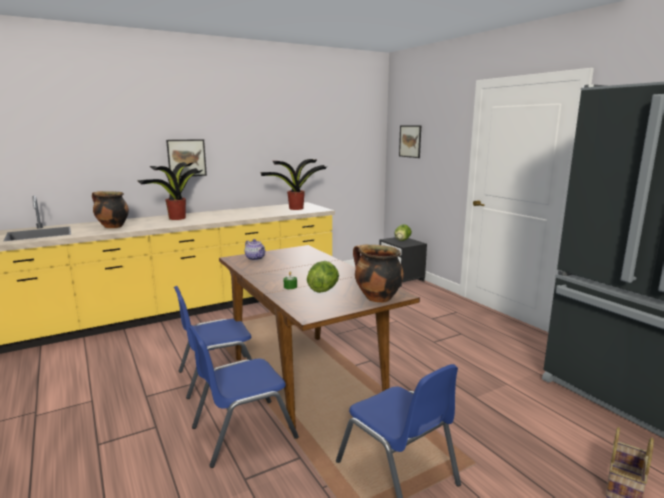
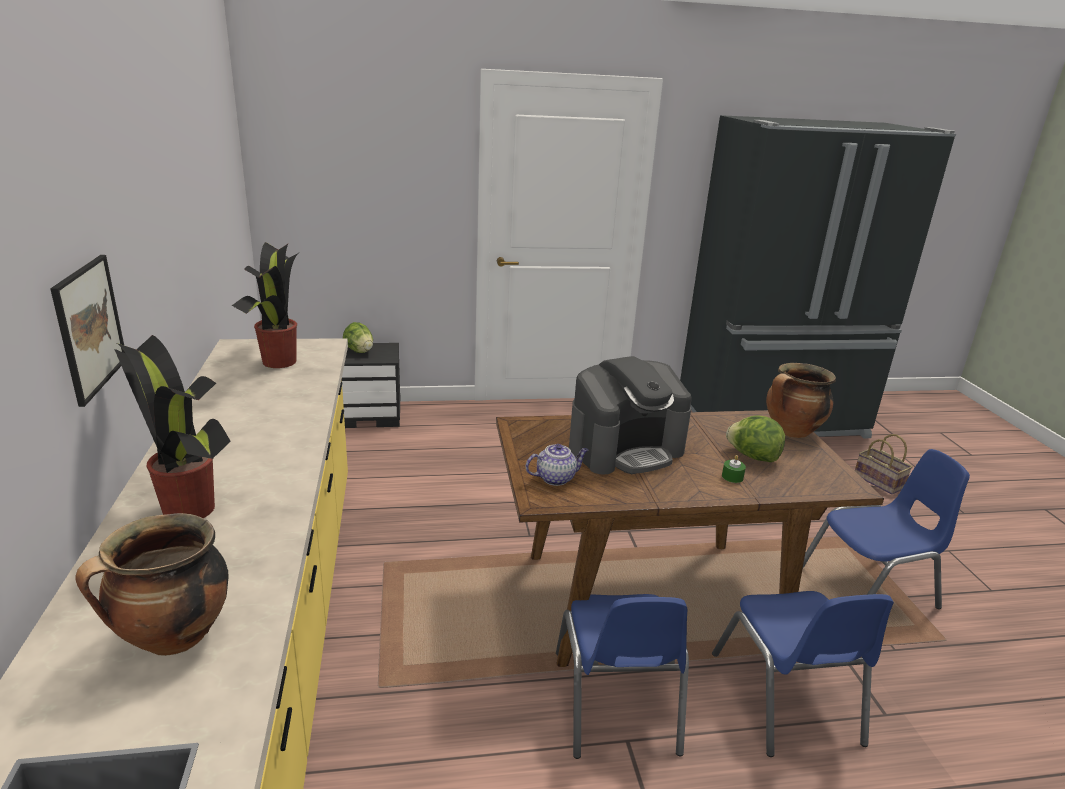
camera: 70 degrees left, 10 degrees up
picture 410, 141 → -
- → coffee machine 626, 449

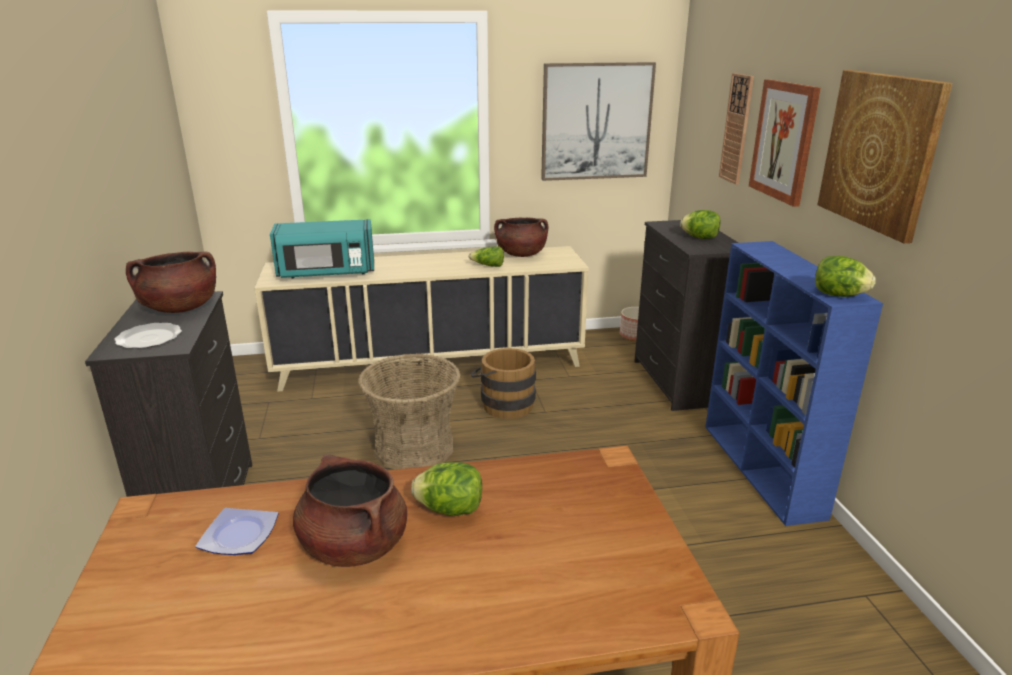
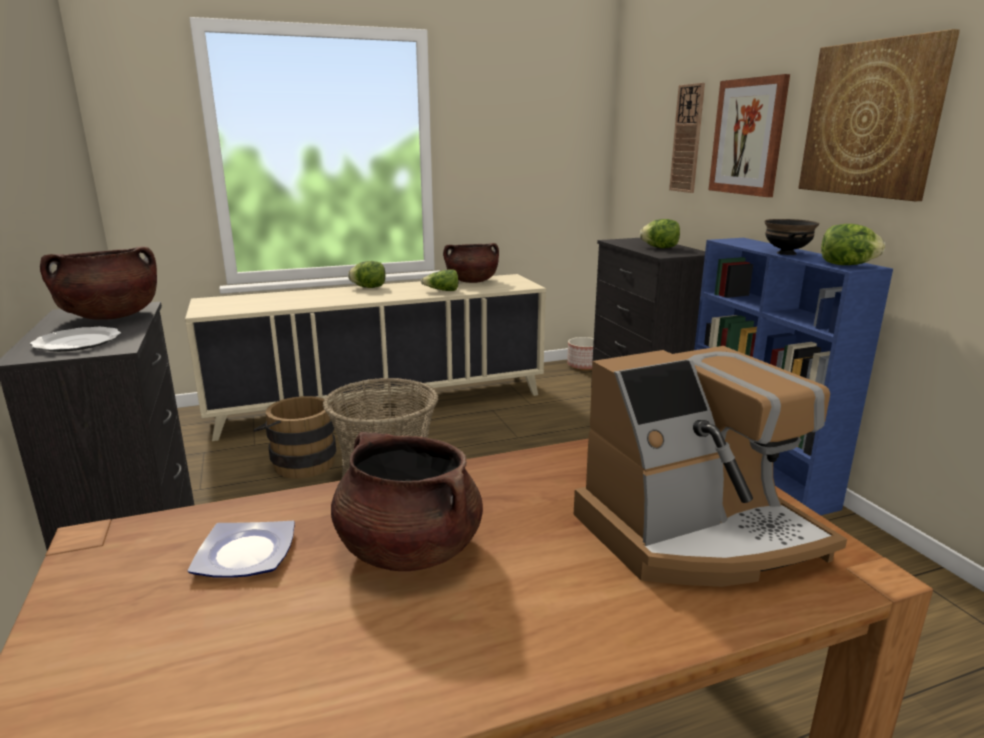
camera: 10 degrees left, 5 degrees down
turquoise-coloured microwave 326, 273 → -
lettuce head 450, 509 → lettuce head 369, 287, move
brown-coloured bucket 503, 404 → brown-coloured bucket 299, 462, move
picture 596, 122 → -
- → coffee machine 697, 533
- → black-coloured bowl 787, 253

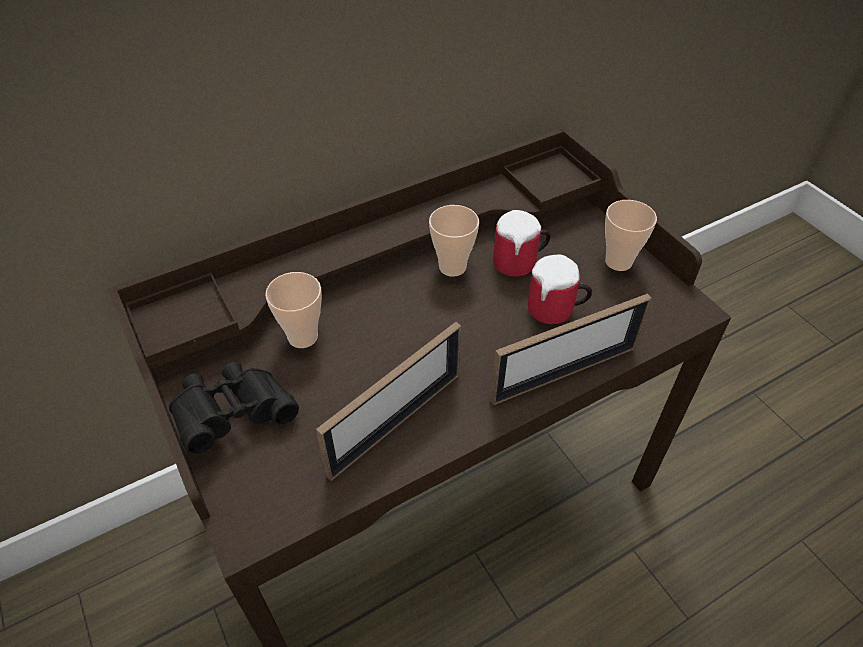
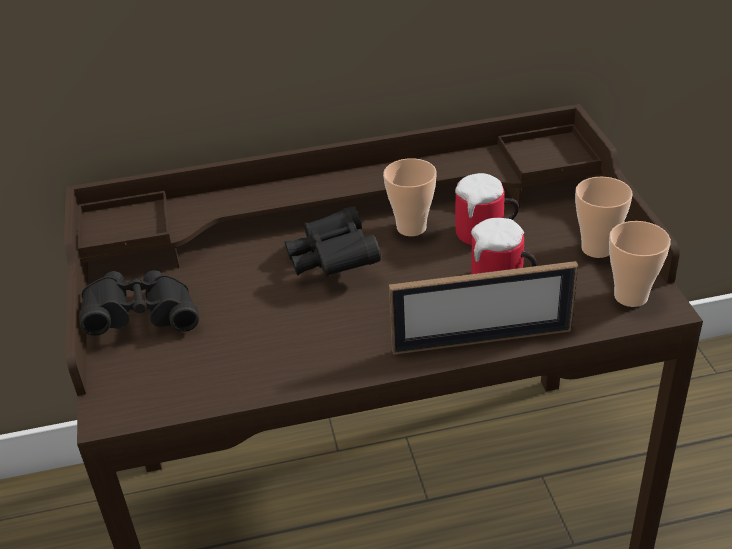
camera: 20 degrees right, 10 degrees down
small cup 303, 337 → small cup 631, 296, move
picture frame 396, 423 → -
- → black-coloured field glasses 333, 261

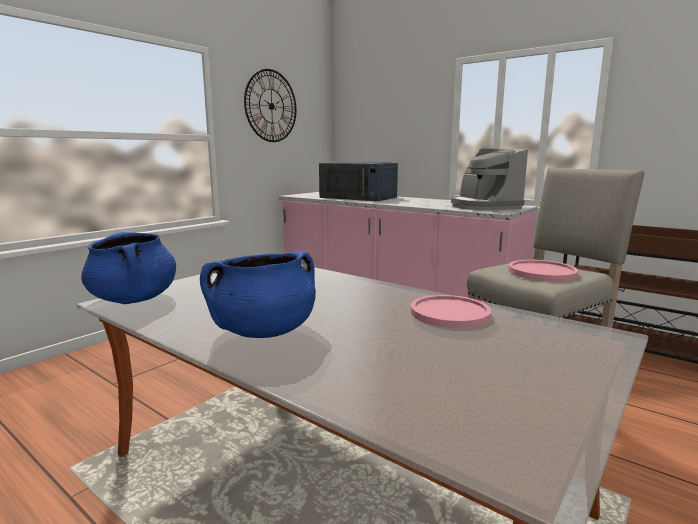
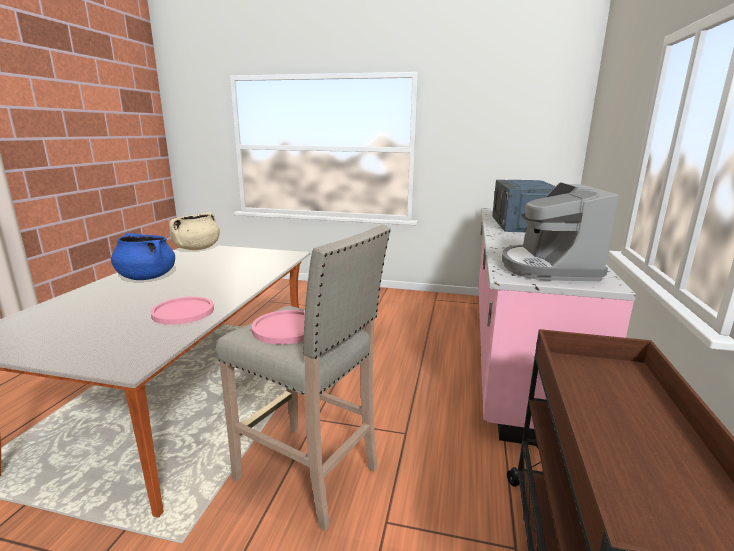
camera: 65 degrees right, 5 degrees up
bluish stockpot 134, 299 → sand-coloured stockpot 197, 248
clock on the wall 271, 106 → -
coffee machine 483, 206 → coffee machine 548, 268, 45 degrees counterclockwise

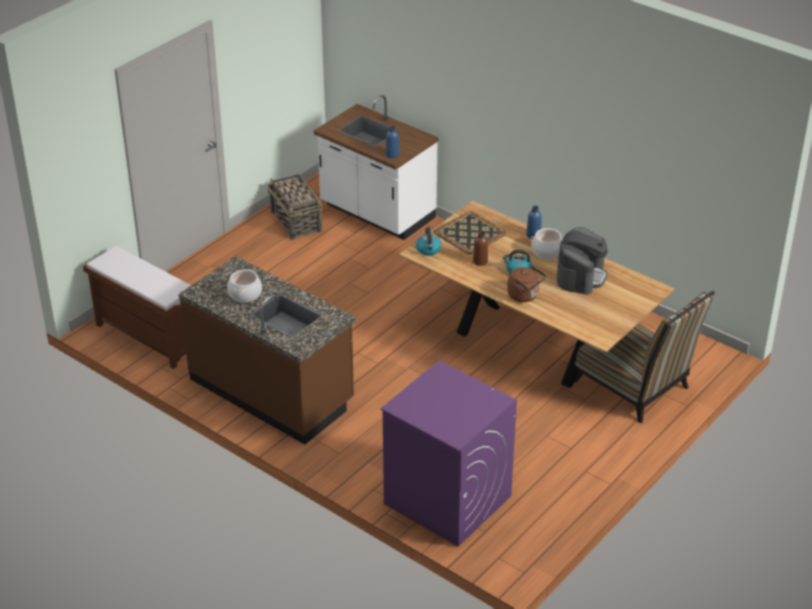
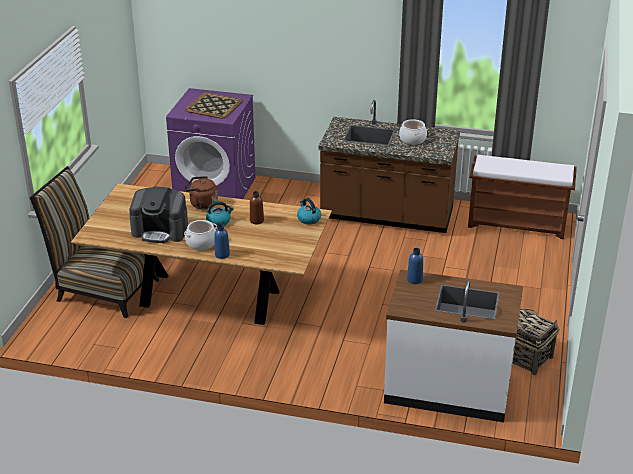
camera: 155 degrees right, 5 degrees down
tray 469, 233 → tray 214, 106, move
coffee machine 581, 276 → coffee machine 160, 231, 75 degrees counterclockwise

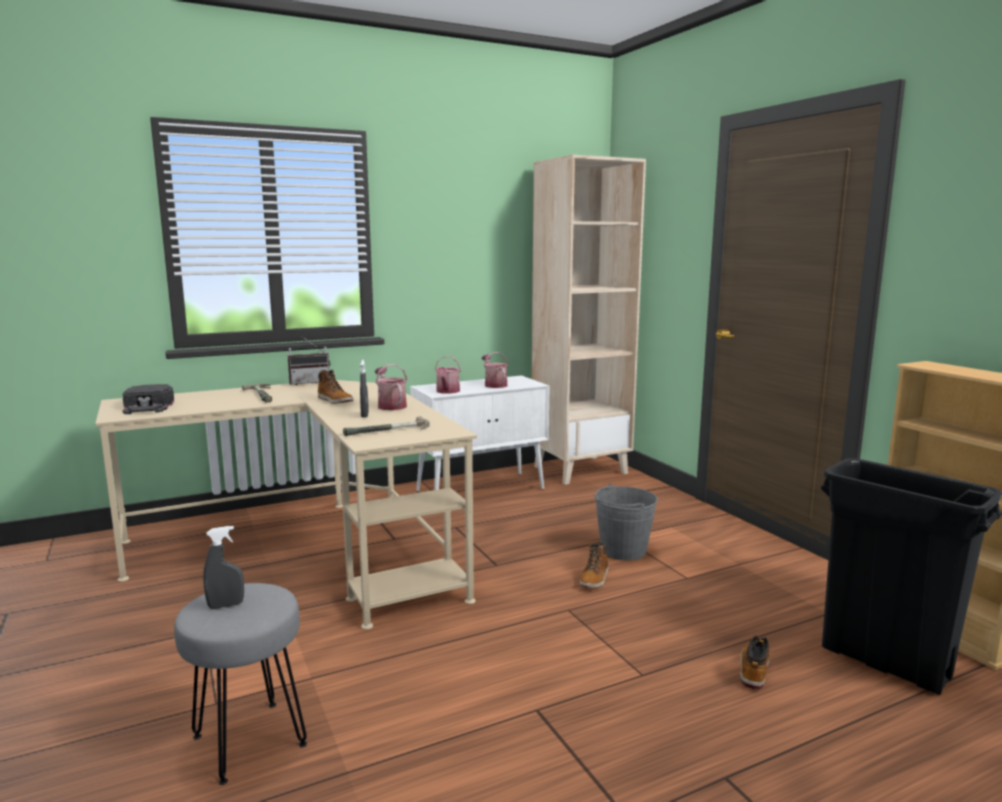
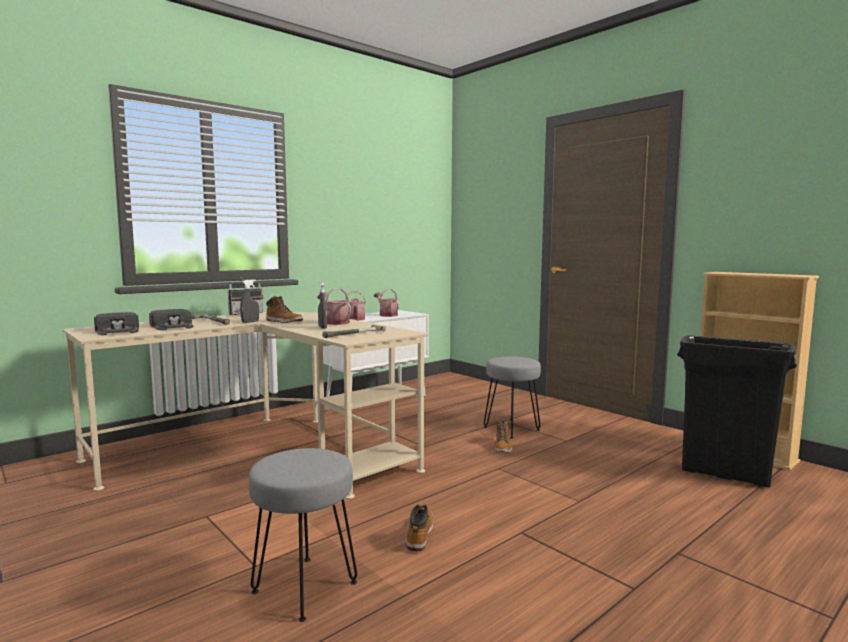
camera: 15 degrees left, 5 degrees down
greyish spray bottle 226, 605 → greyish spray bottle 250, 322, move
sand-coloured bookcase 580, 469 → -
greyish bucket 623, 550 → greyish stool seat 510, 428
boot 753, 668 → boot 419, 534, move
- → black-coloured cap 172, 326

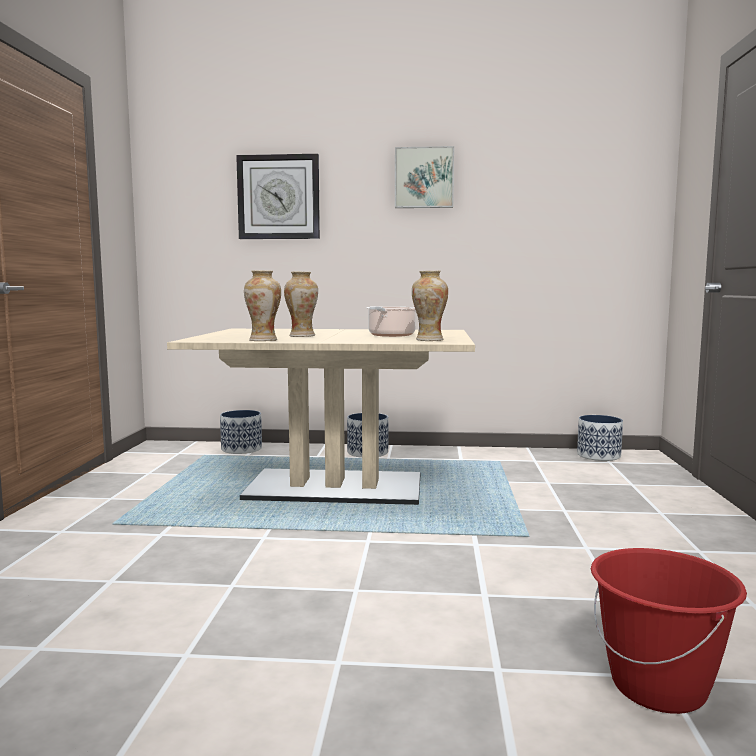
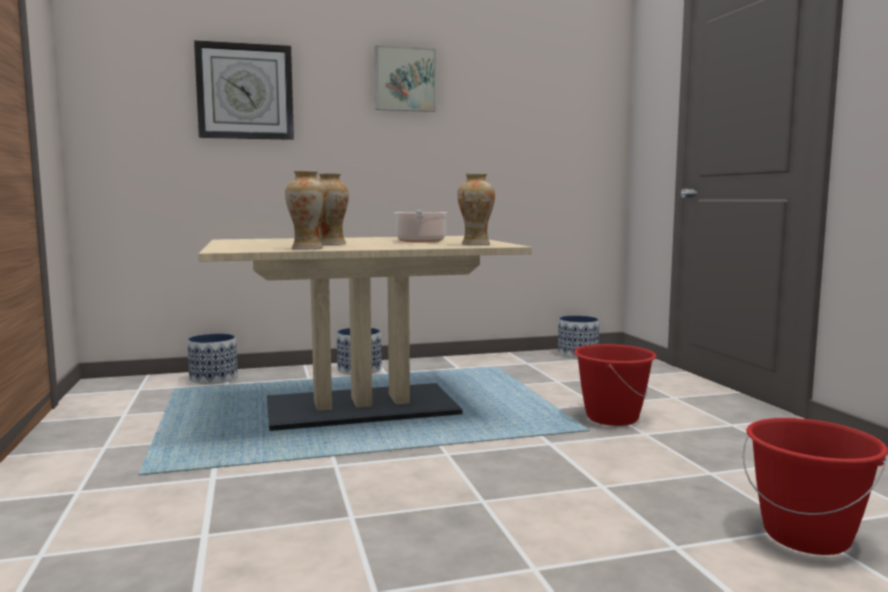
camera: 20 degrees left, 0 degrees up
- → reddish bucket 611, 418

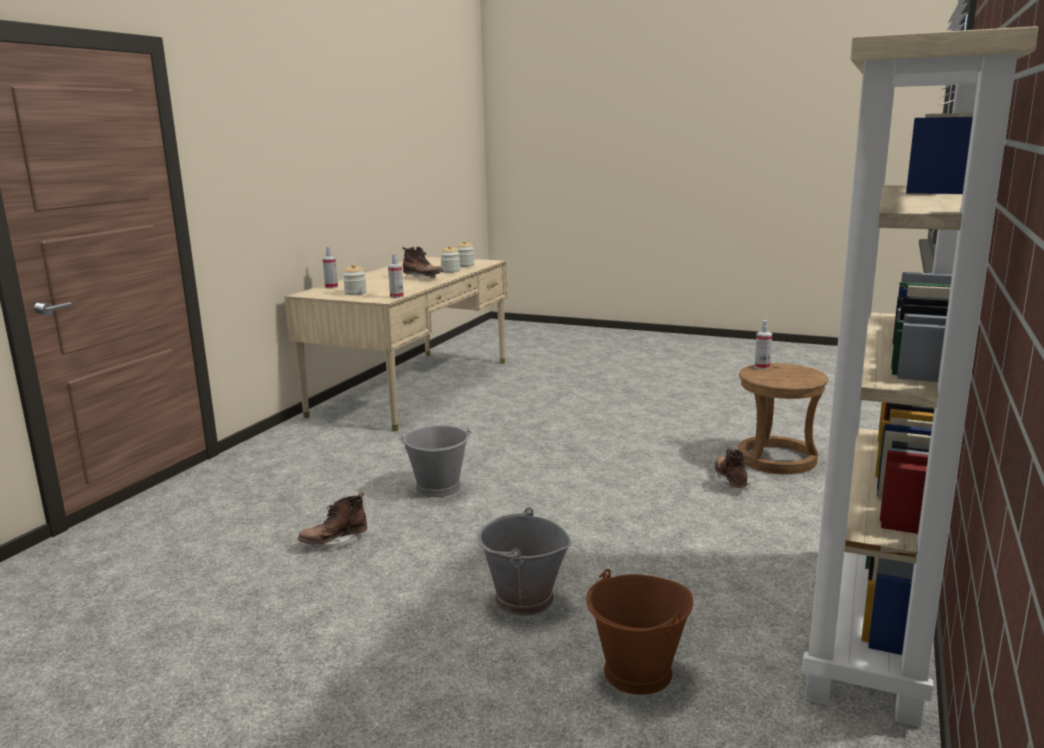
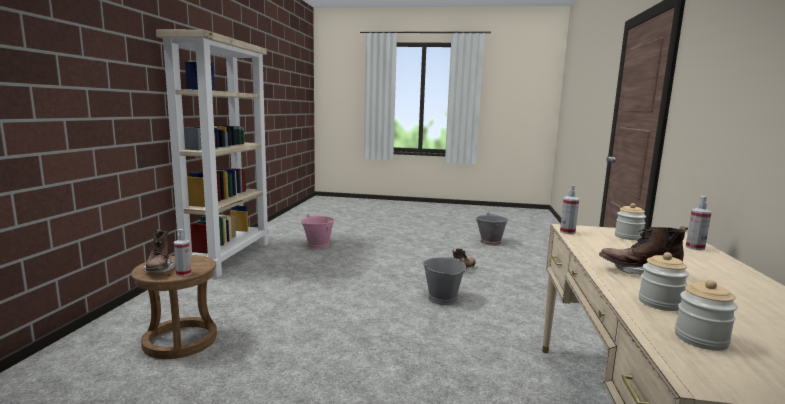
camera: 165 degrees right, 5 degrees down
greyish bucket 523, 600 → greyish bucket 490, 242, move
brown-coloured bucket 638, 673 → pink-coloured bucket 318, 245
brown-coloured boot 730, 482 → brown-coloured boot 159, 270, move

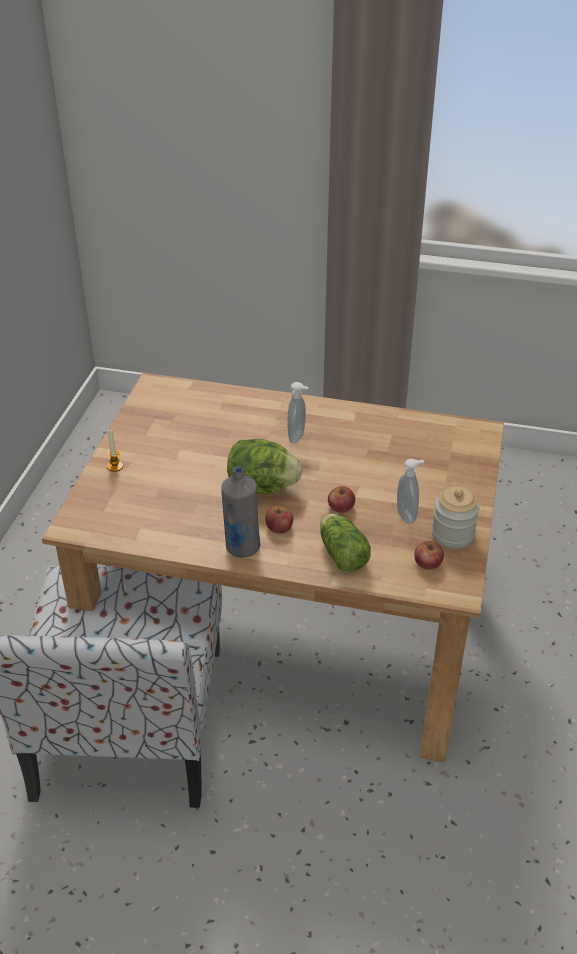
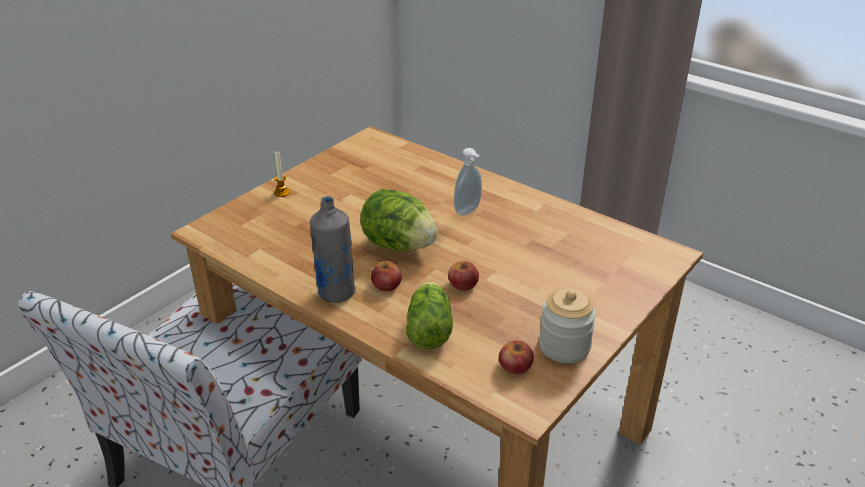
camera: 25 degrees right, 5 degrees down
soap bottle 407, 515 → -

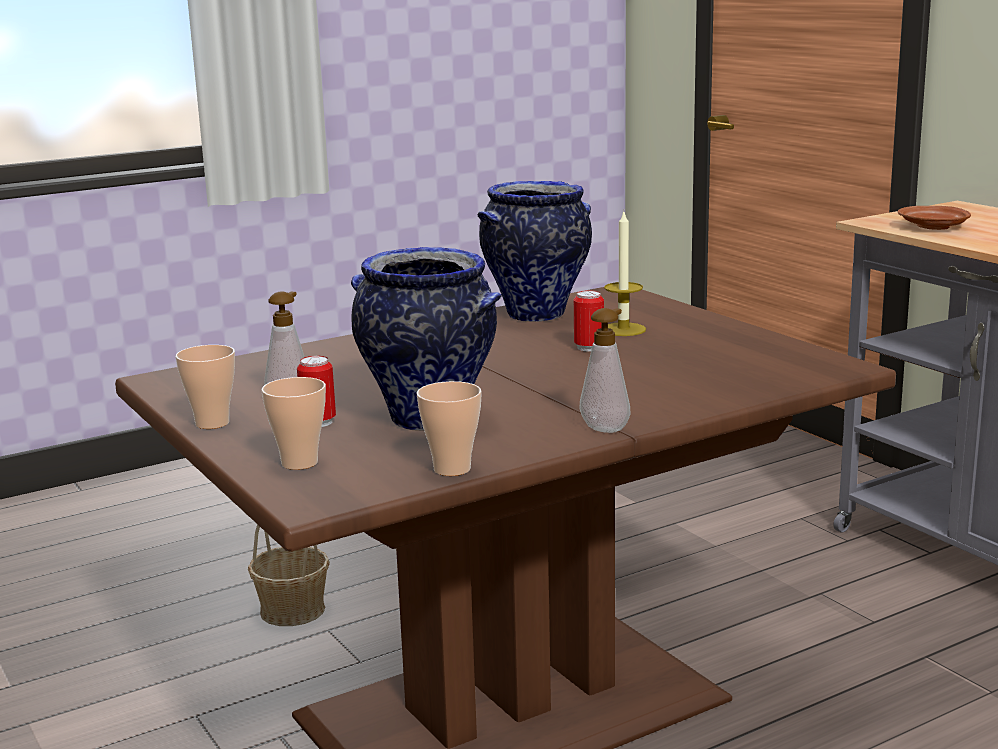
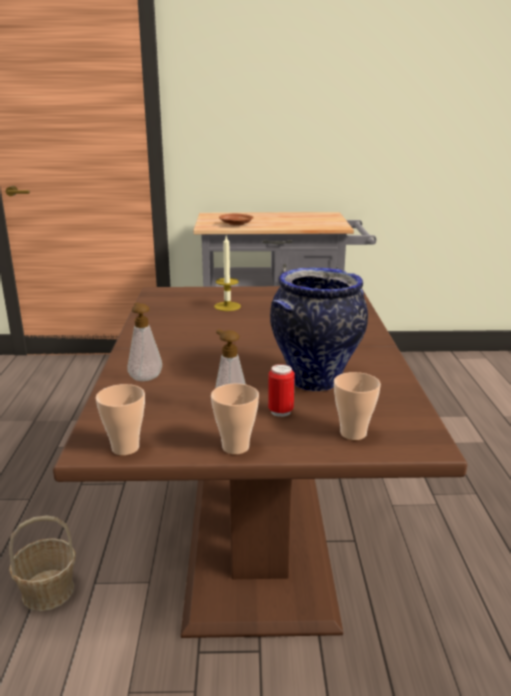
camera: 60 degrees left, 5 degrees up
small cup 452, 469 → small cup 125, 448, move
decorative vase 537, 314 → -
can 589, 348 → -
soap bottle 607, 428 → soap bottle 145, 377, move

